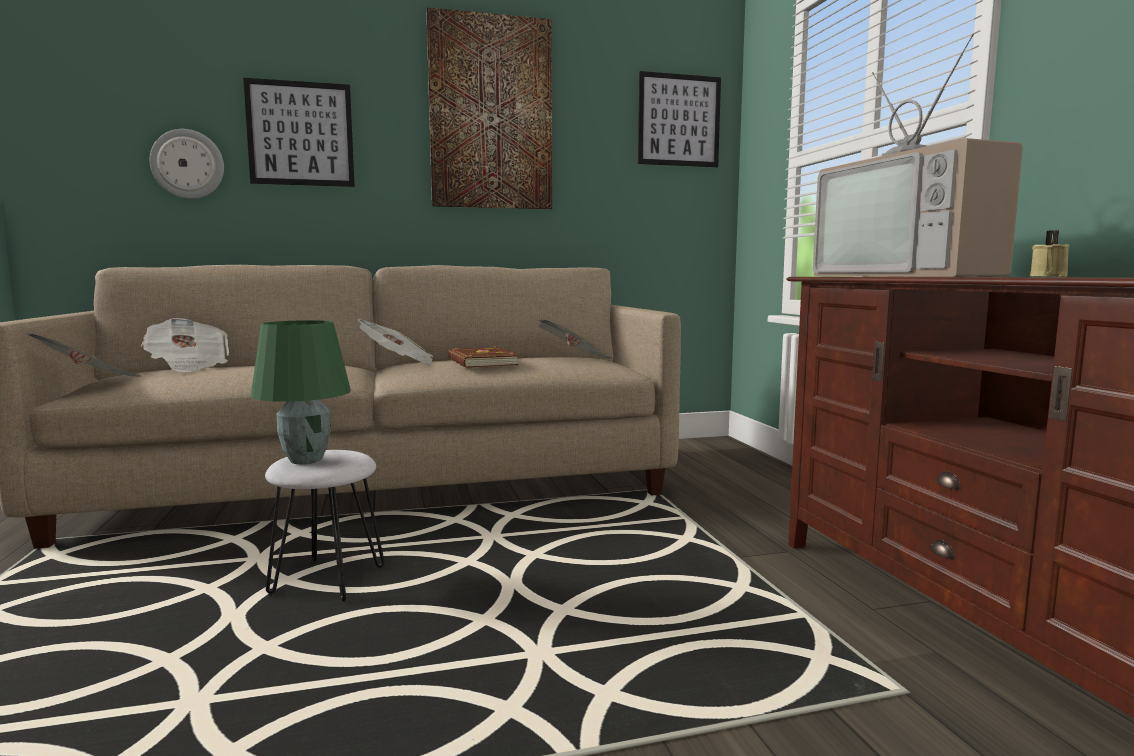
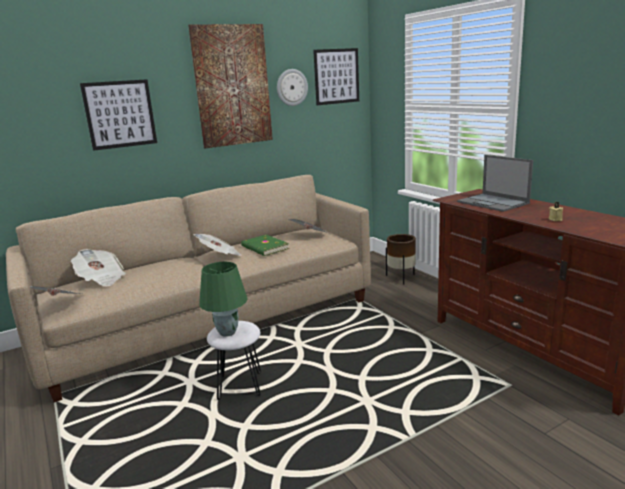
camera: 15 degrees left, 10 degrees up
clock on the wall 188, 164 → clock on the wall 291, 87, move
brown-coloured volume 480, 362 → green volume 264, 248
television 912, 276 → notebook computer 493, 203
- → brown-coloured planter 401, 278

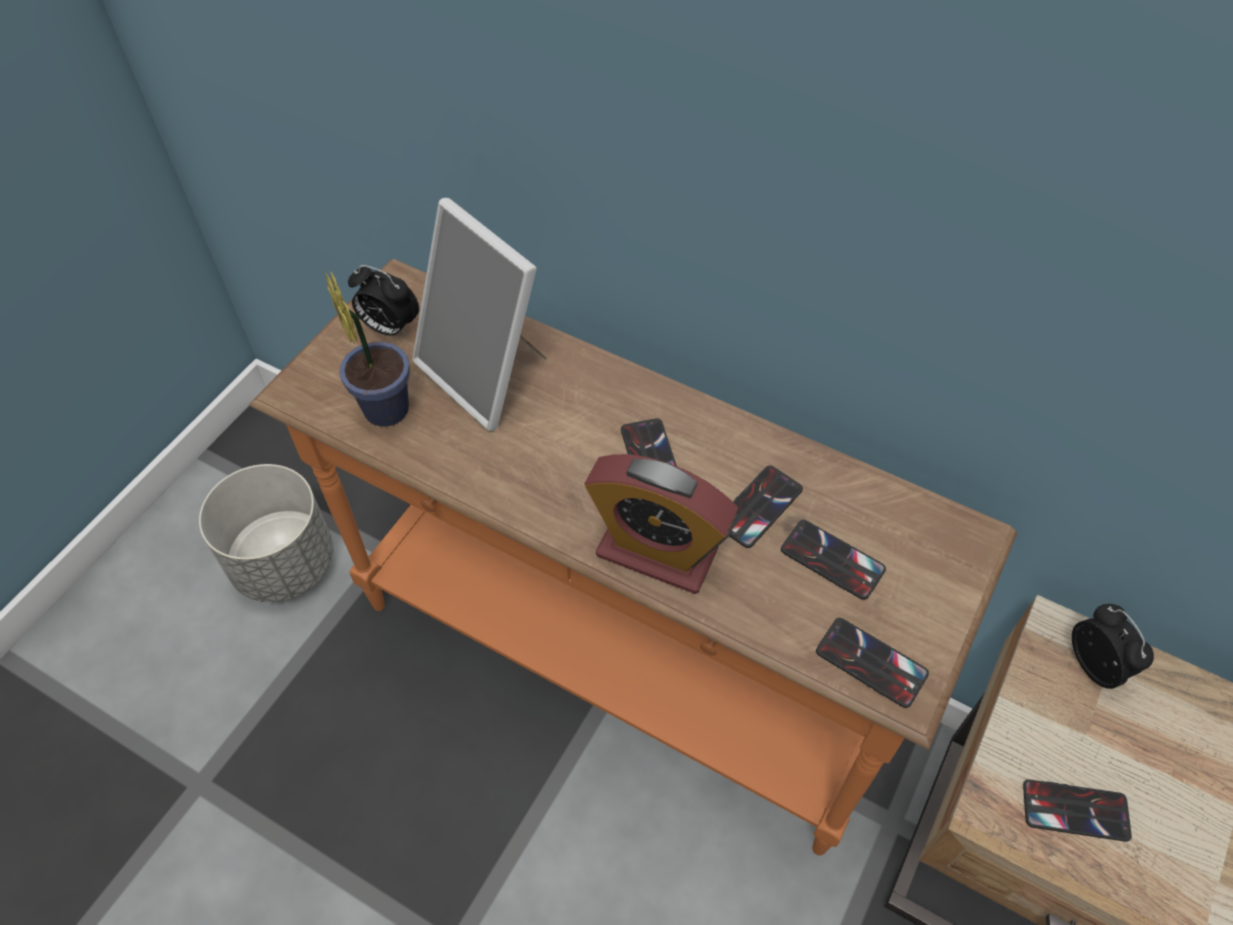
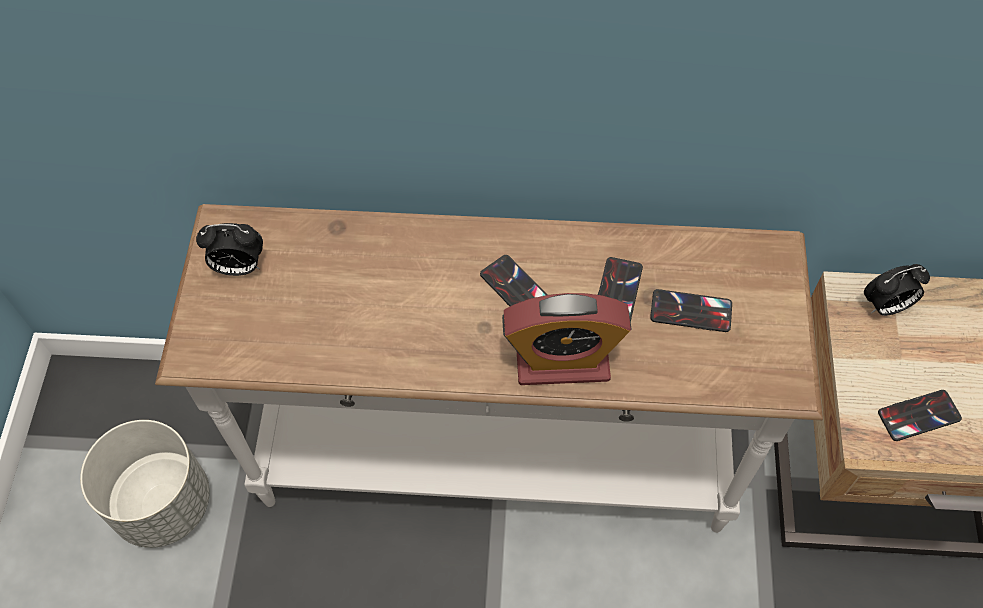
camera: 25 degrees left, 5 degrees up
orangey console table 616, 665 → white-coloured console table 495, 460
plant in a pot 384, 405 → -
picture frame 487, 373 → -
handset 871, 663 → -
table clock 1096, 665 → table clock 885, 306, 120 degrees clockwise

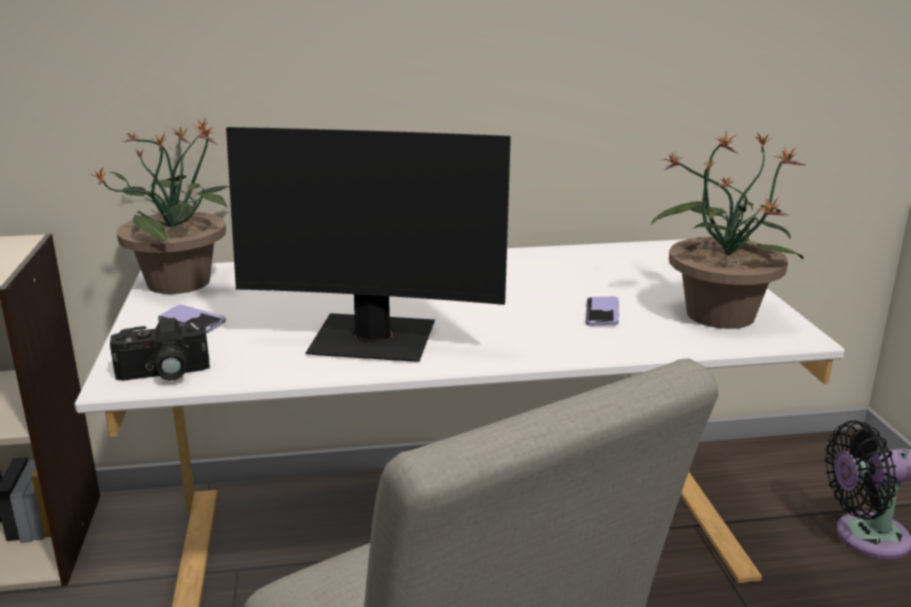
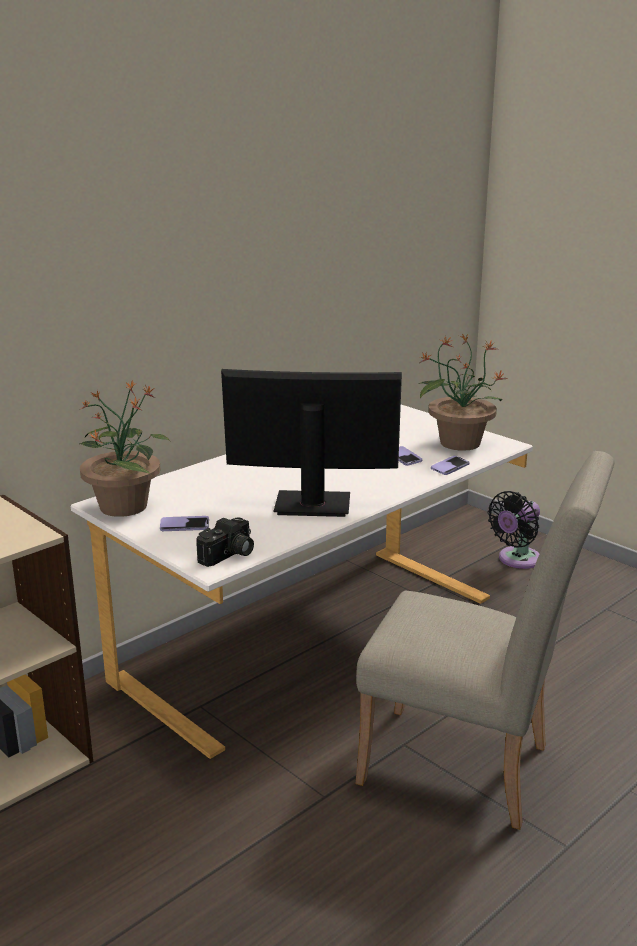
camera: 35 degrees left, 0 degrees up
computer display 373, 340 → computer display 312, 504, 150 degrees counterclockwise
- → handset 450, 467

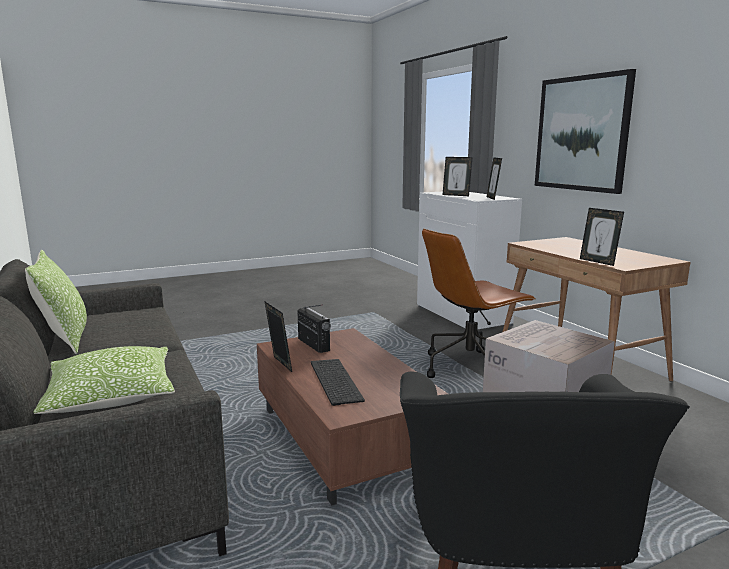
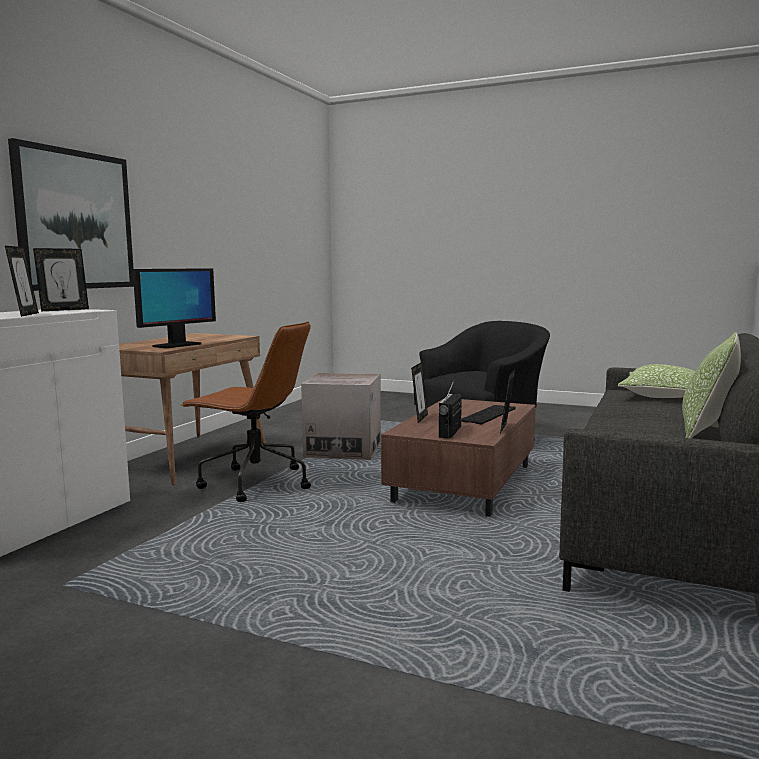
camera: 130 degrees left, 5 degrees down
picture frame 598, 262 → picture frame 419, 418, move
- → computer display 176, 345

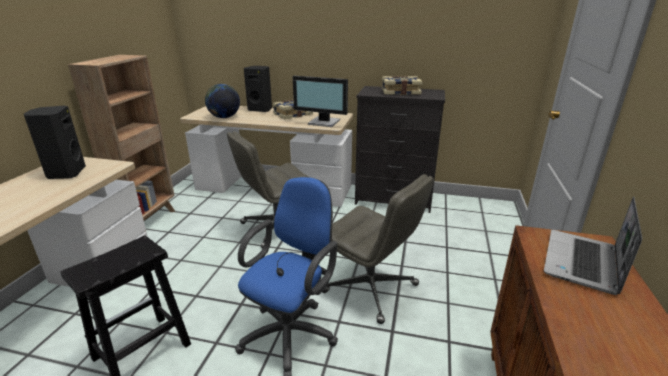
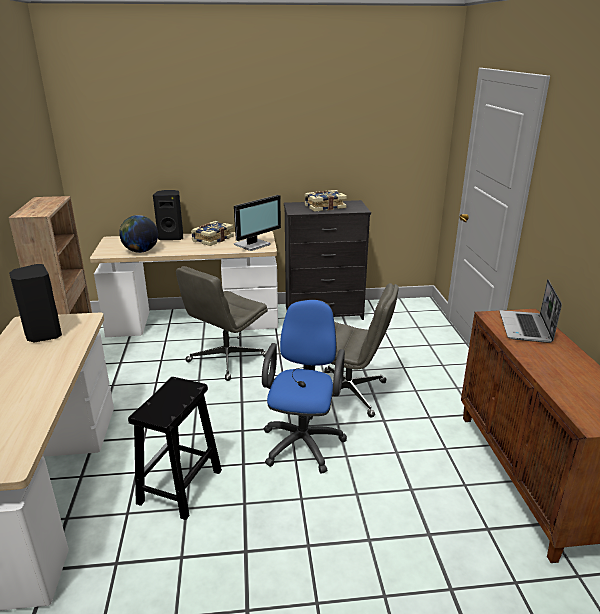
camera: 20 degrees left, 0 degrees up
computer display 324, 122 → computer display 253, 245, 45 degrees counterclockwise

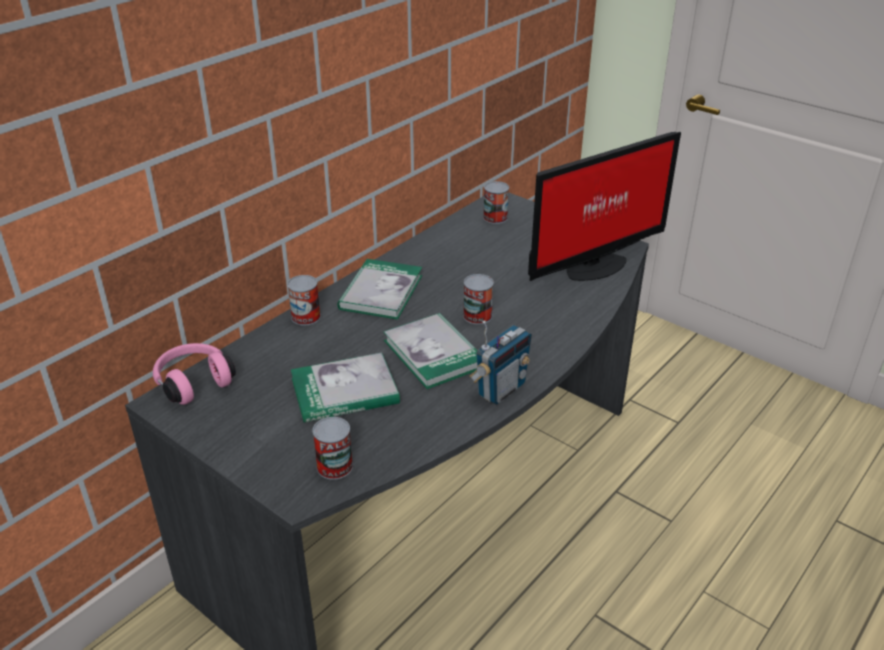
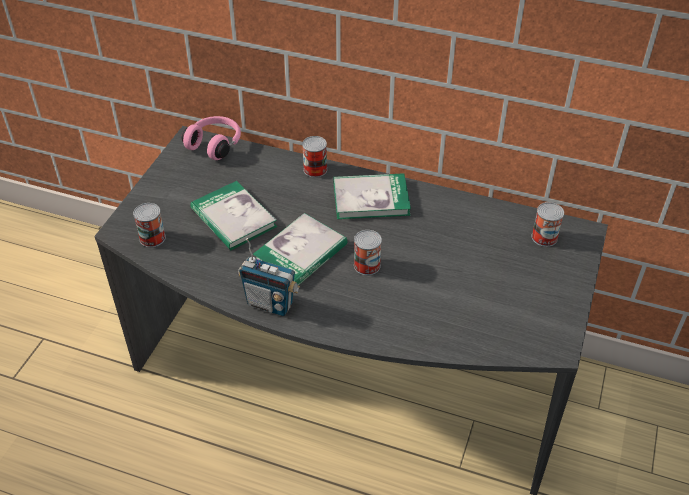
camera: 70 degrees right, 10 degrees up
computer display 592, 266 → -

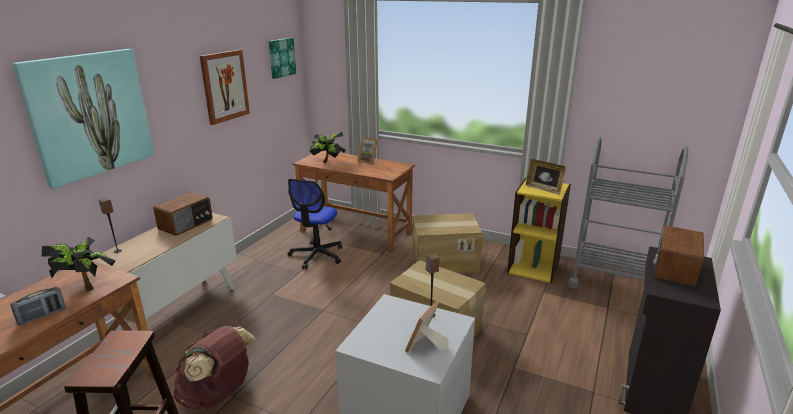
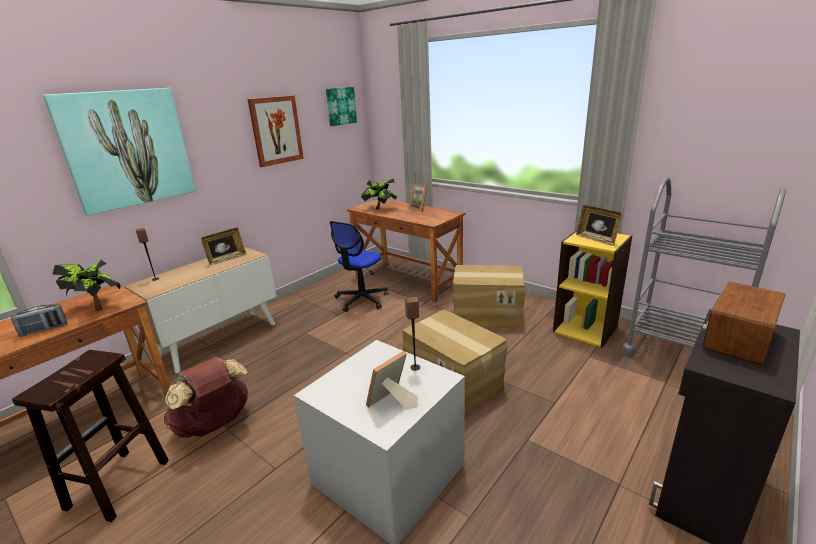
camera: 15 degrees right, 0 degrees up
radio receiver 186, 224 → picture frame 226, 259

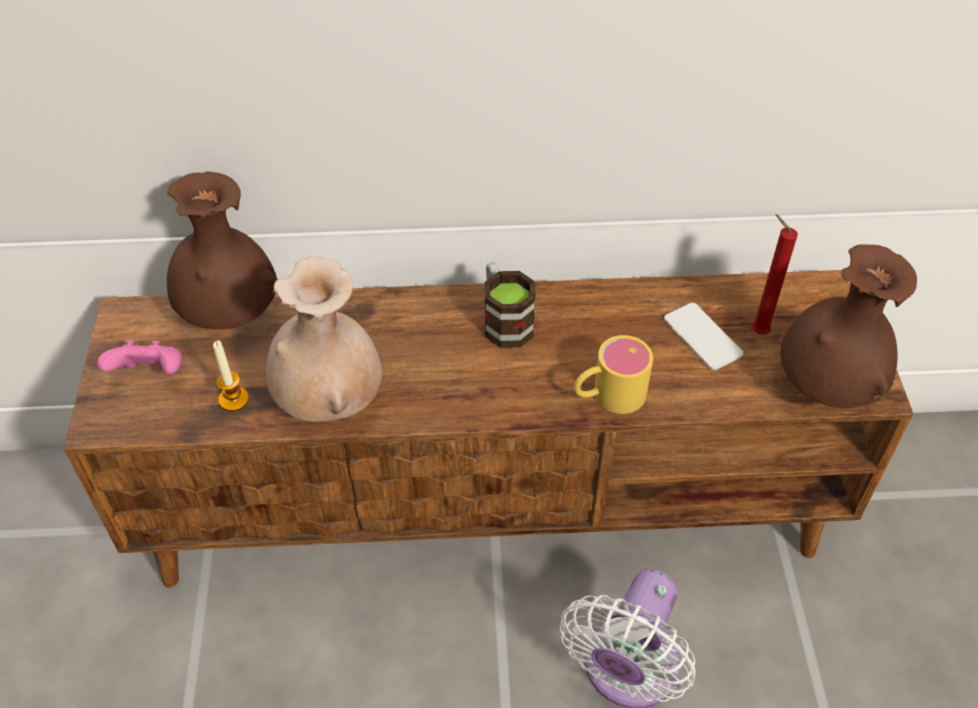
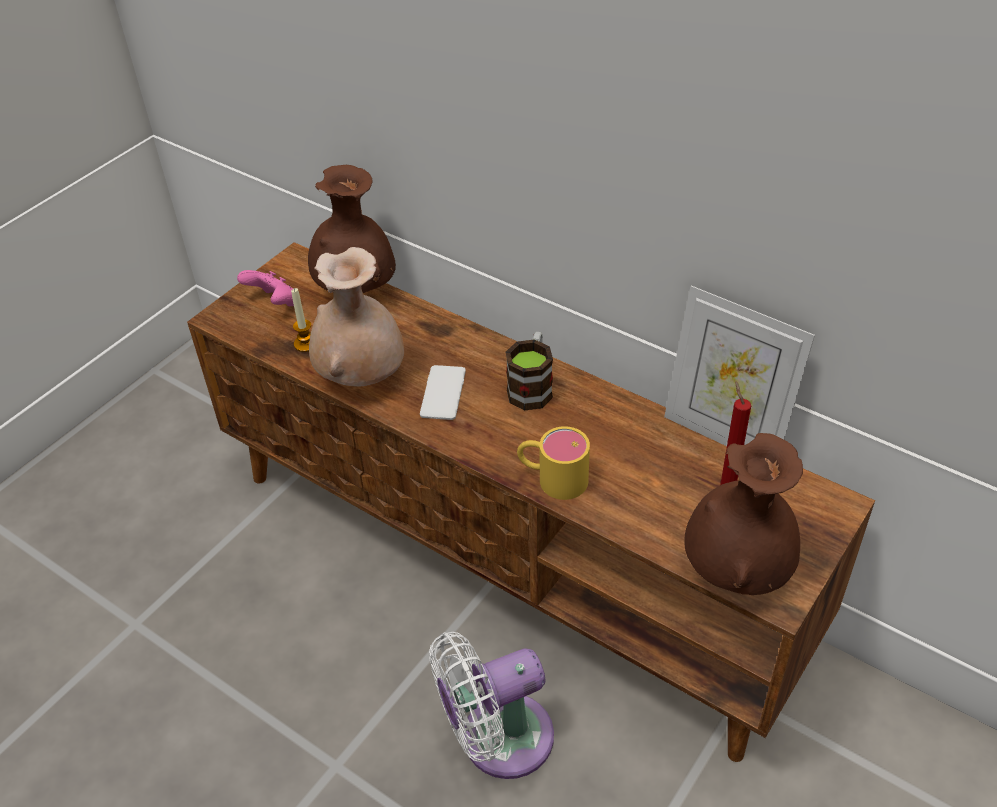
camera: 40 degrees right, 5 degrees down
handset 702, 337 → handset 443, 393, move
- → picture frame 724, 434

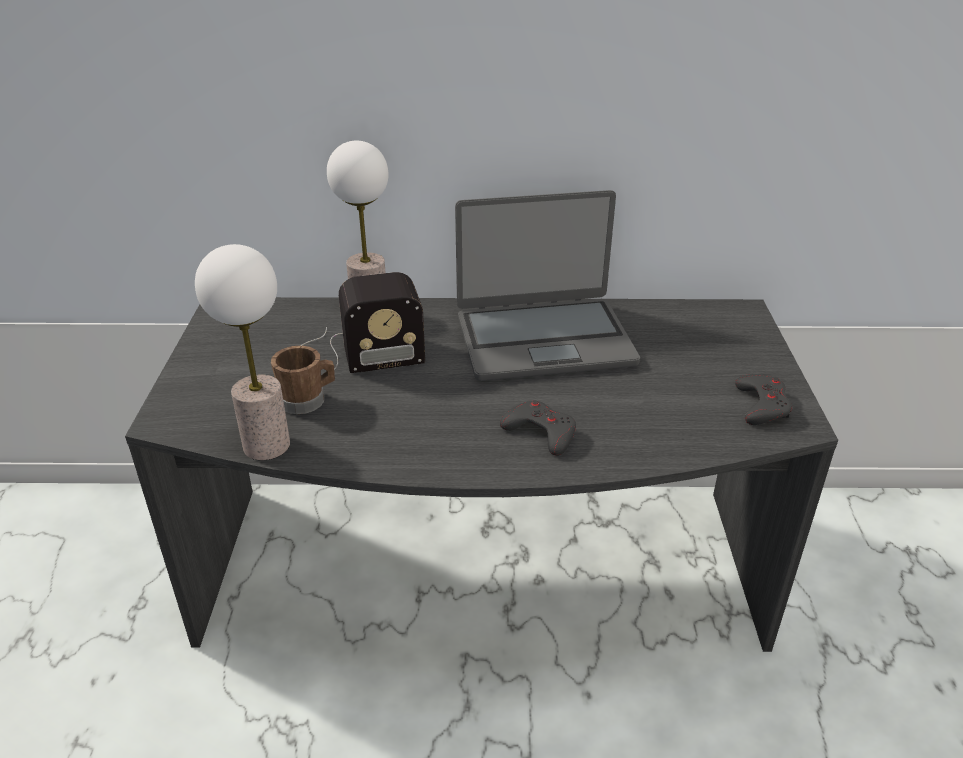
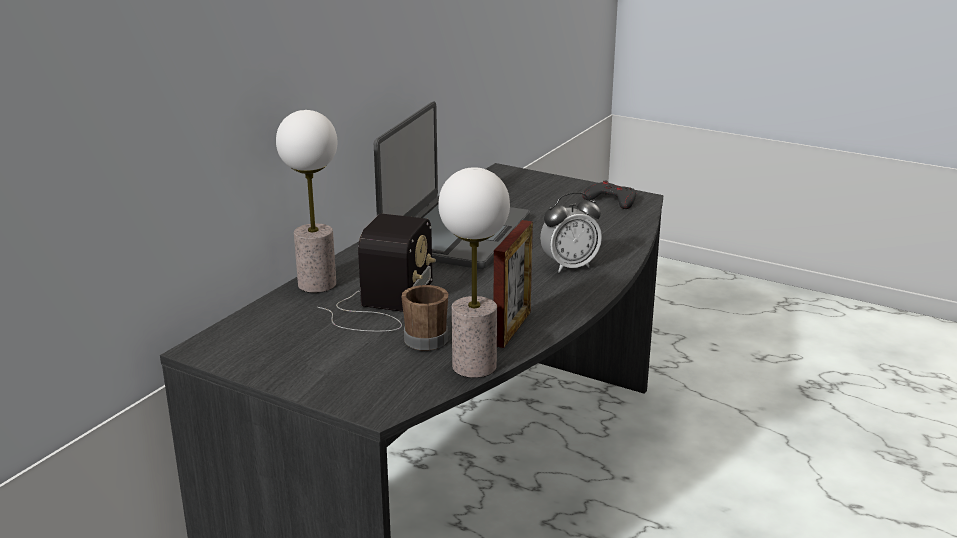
camera: 60 degrees left, 10 degrees down
greyish gamepad 540, 432 → table clock 569, 266
- → picture frame 512, 328

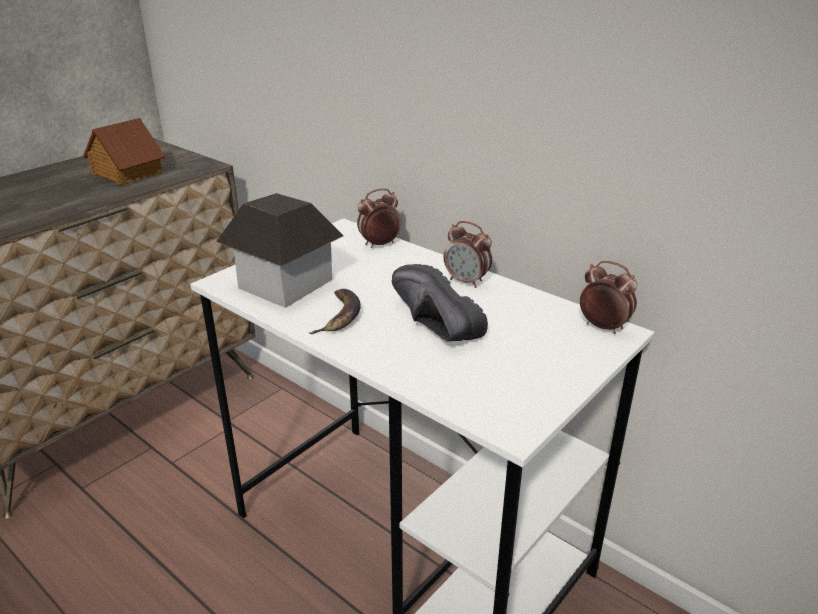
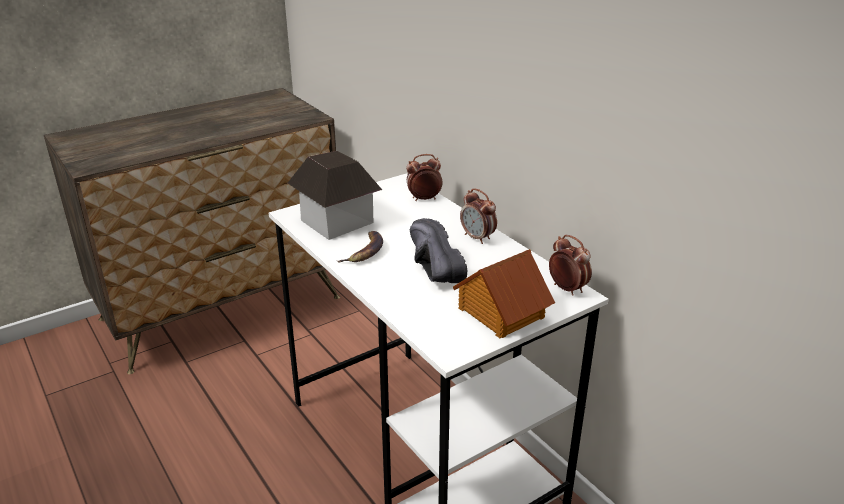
camera: 15 degrees right, 0 degrees up
model house 126, 173 → model house 500, 312, move

